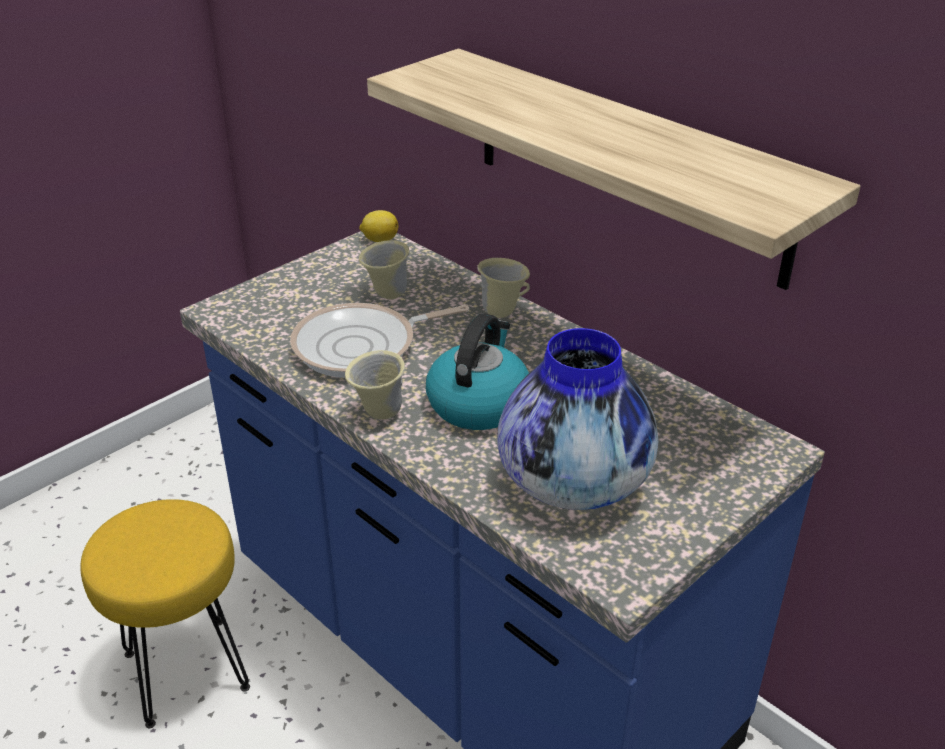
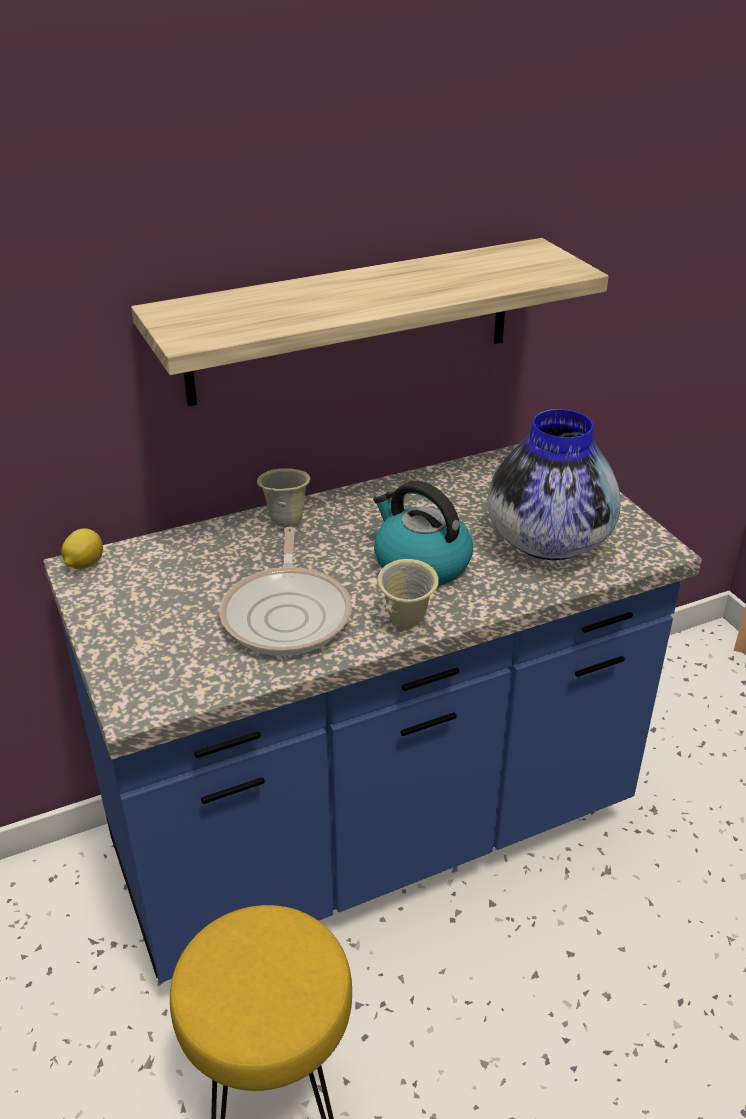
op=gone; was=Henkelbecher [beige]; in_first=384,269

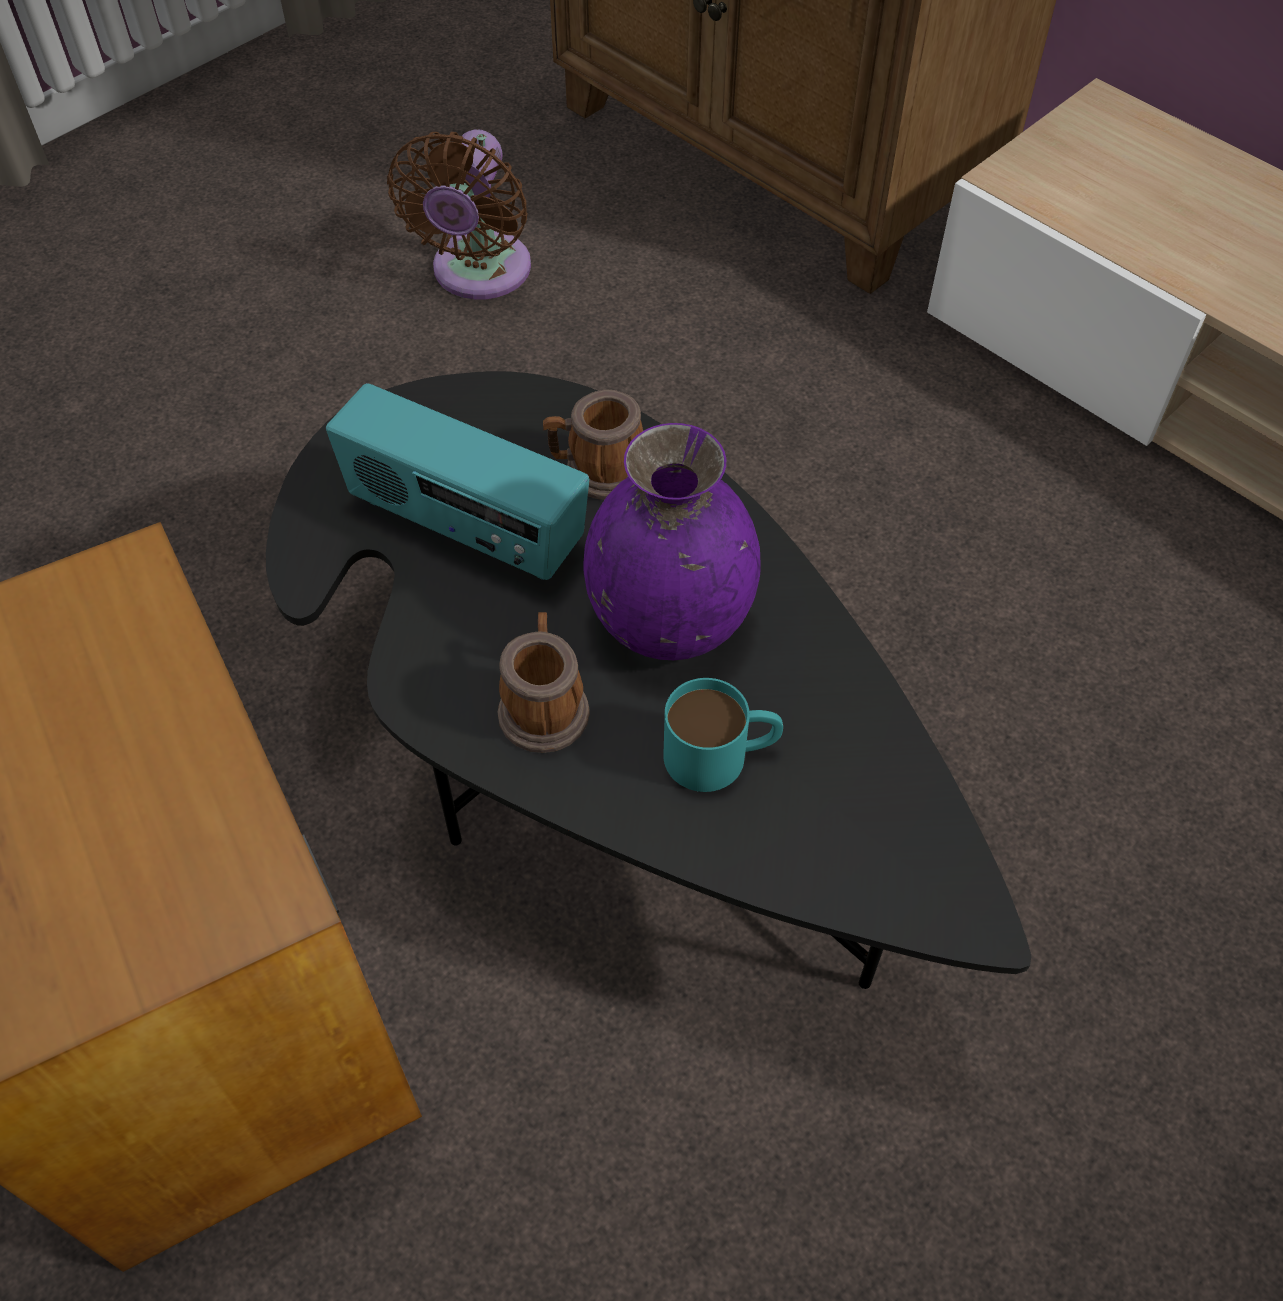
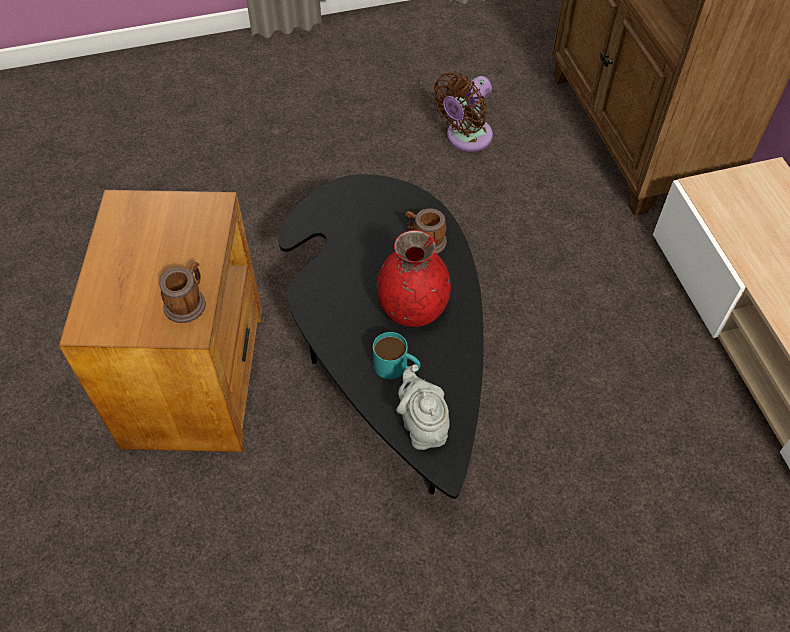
op=gone; was=Radio; in_first=457,481
op=repainted; was=Vase [lila]; now=Vase [rot]; in_first=672,541; in_second=414,278
op=shifted; was=Henkelbecher; in_first=544,682; in_second=182,292
op=new; now=Teekanne [grau]; in_second=423,407

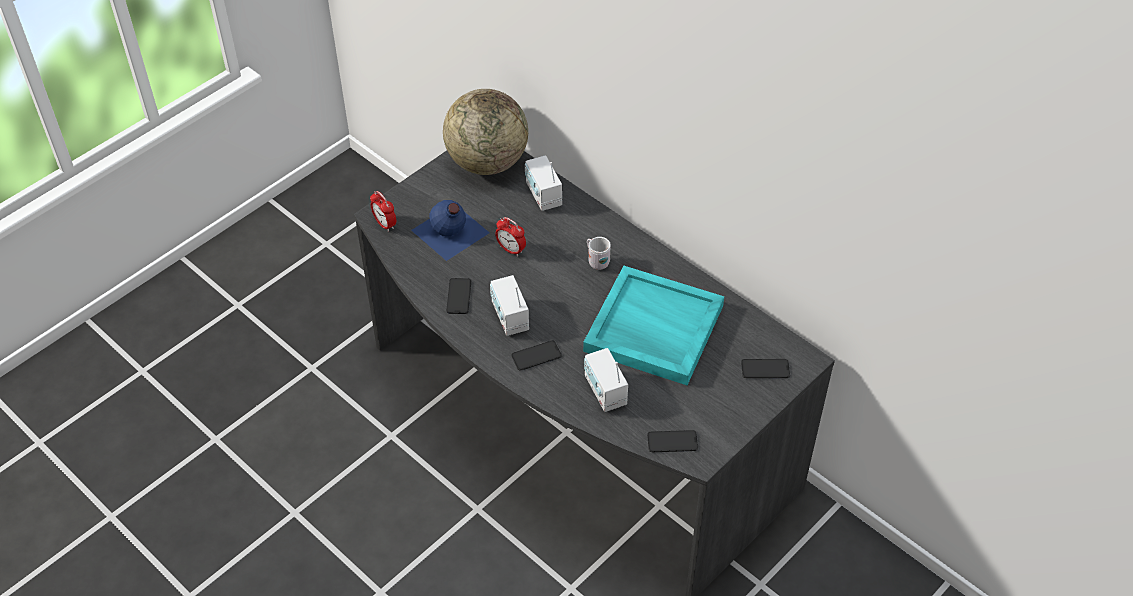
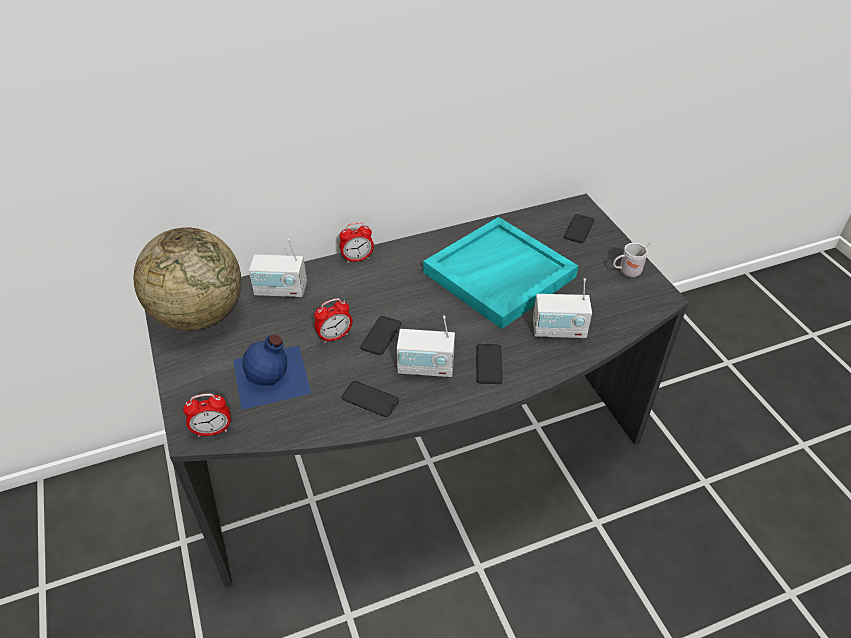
op=shifted; was=Henkelbecher [weiß]; in_first=599,253; in_second=632,259
op=shifted; was=Handy; in_first=672,441; in_second=380,335
op=new; now=Wecker; in_second=356,242

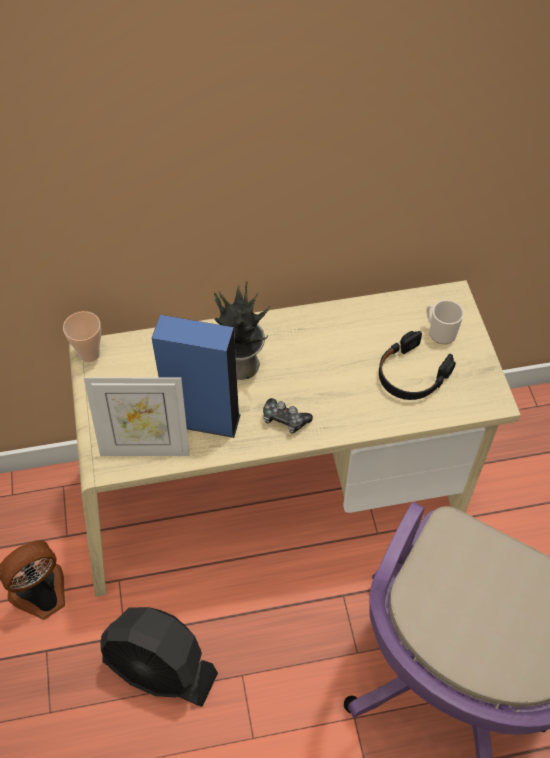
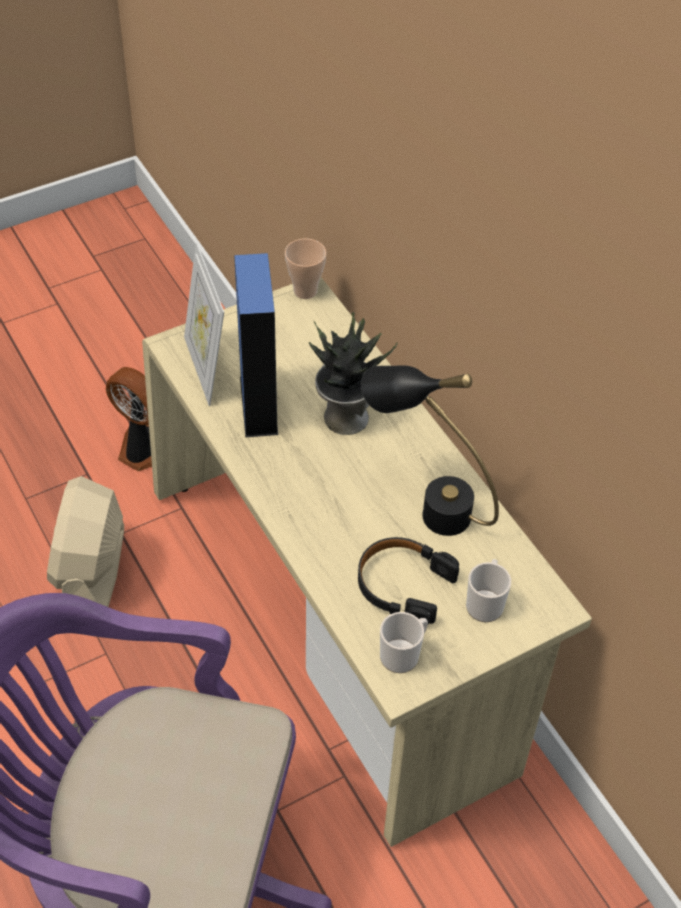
op=gone; was=Gamepad; in_first=288,416
op=repainted; was=Ventilator [schwarz]; now=Ventilator [beige]; in_first=159,657; in_second=85,541
op=new; now=Tischlampe [schwarz]; in_second=430,451
op=new; now=Henkelbecher; in_second=404,642

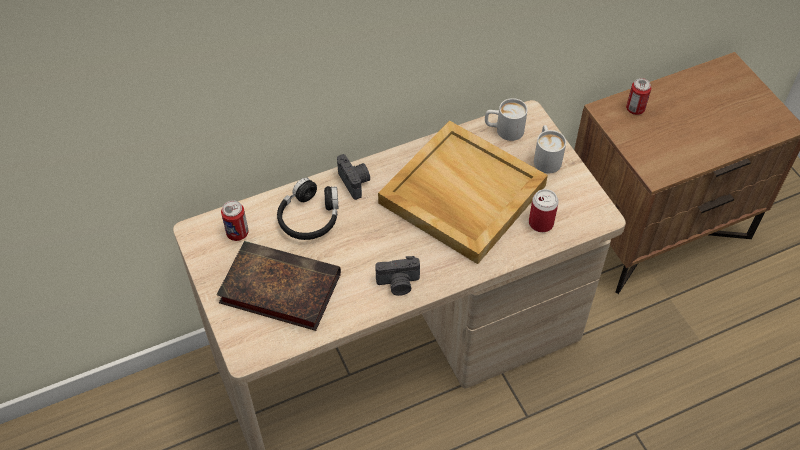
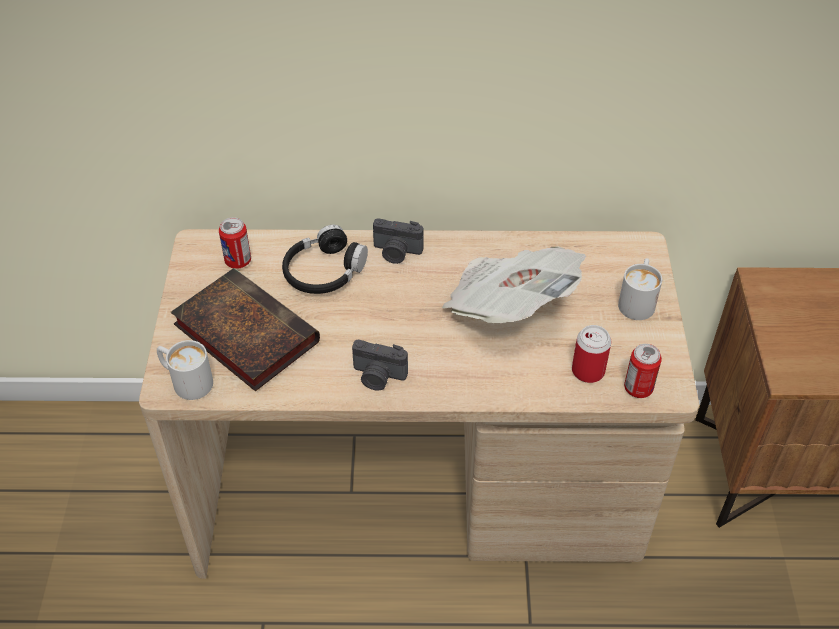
op=shifted; was=Dose; in_first=638,96; in_second=643,371
op=shifted; was=Henkelbecher [weiß]; in_first=506,119; in_second=185,370
op=swapped; was=Tablett [beige]; now=Zeitung; in_first=463,192; in_second=514,284
op=rotated; was=Kamera; in_first=353,177; in_second=398,241; clockwise=105

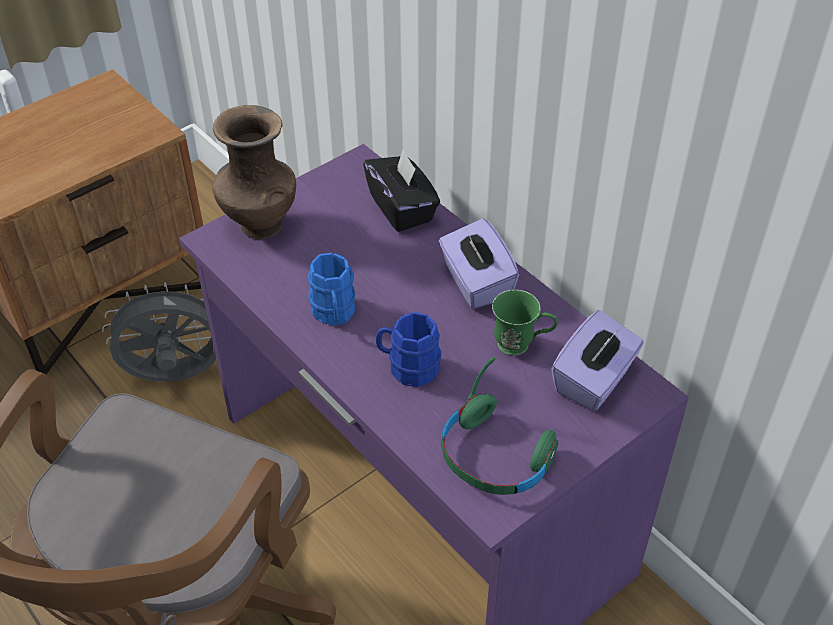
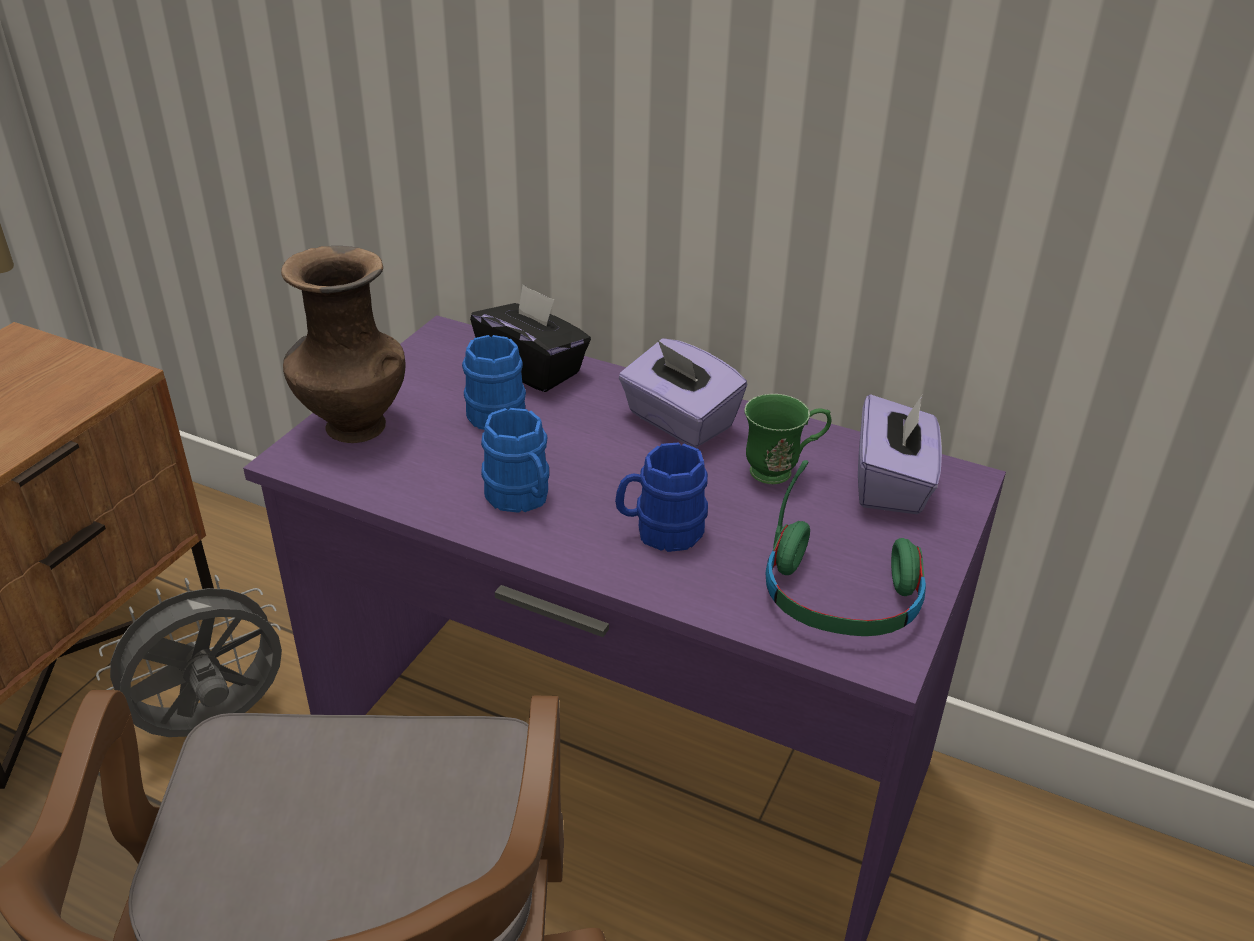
op=new; now=Henkelbecher [blau]; in_second=494,382

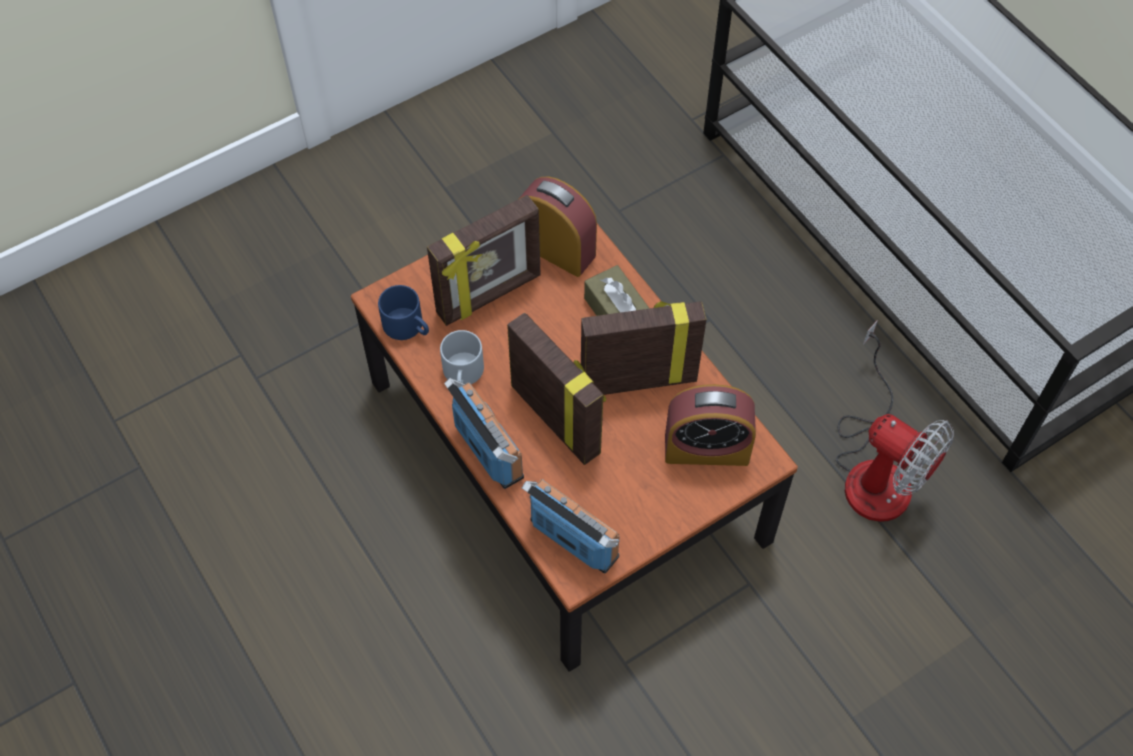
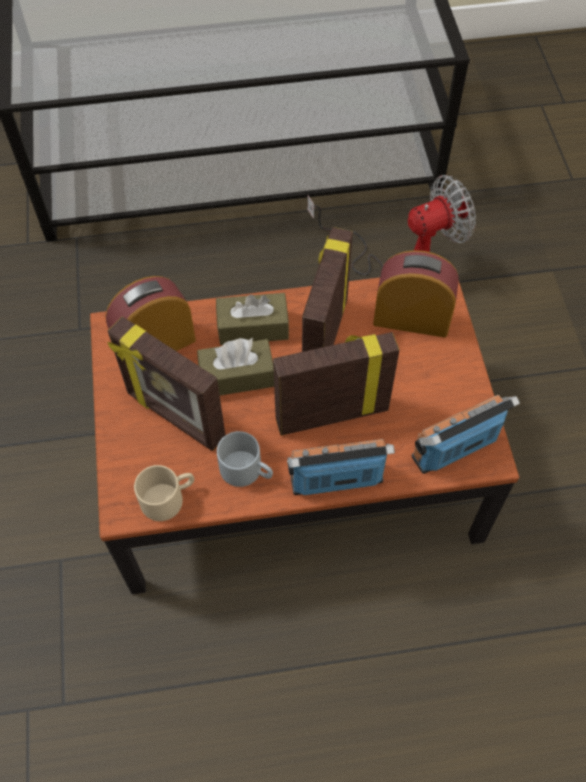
op=rotated; was=Bilderrahmen; in_first=484,260; in_second=166,383; clockwise=135
op=repainted; was=Henkelbecher [blau]; now=Henkelbecher [beige]; in_first=403,312; in_second=164,493
op=rotated; was=Wecker; in_first=710,425; in_second=416,294; clockwise=-105
op=new; now=Taschentuchbox [braun]; in_second=235,366

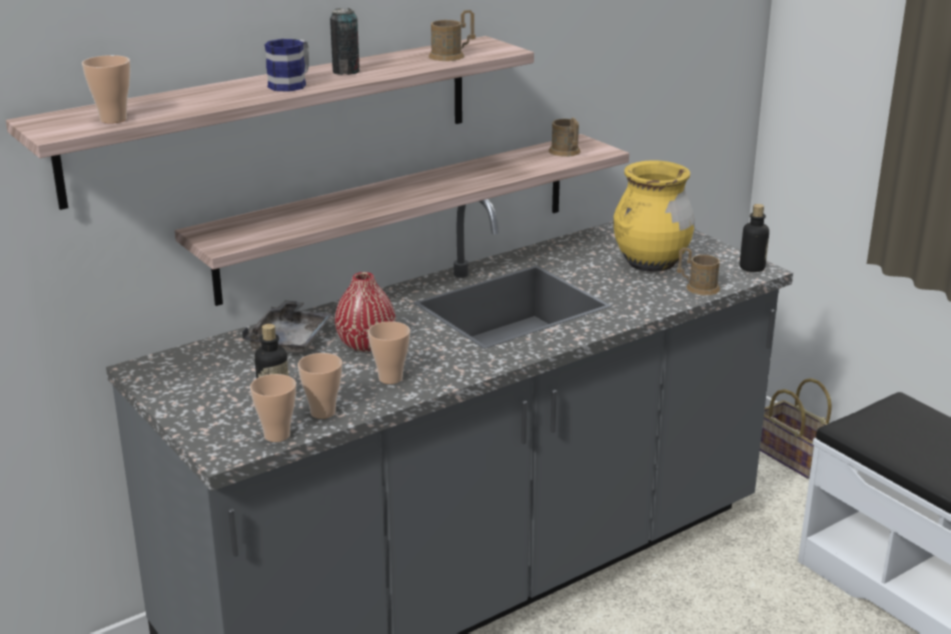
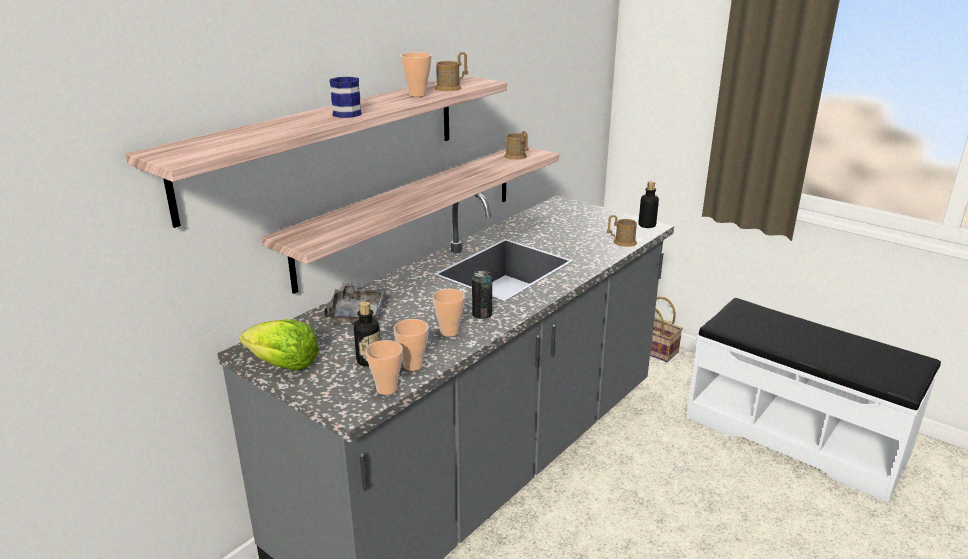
op=shifted; was=Dose; in_first=345,41; in_second=482,294
op=shifted; was=Tasse; in_first=106,89; in_second=416,74
op=gone; was=Vase [gelb]; in_first=654,216
op=gone; was=Vase [rot]; in_first=365,312
op=new; now=Salatkopf; in_second=279,345

